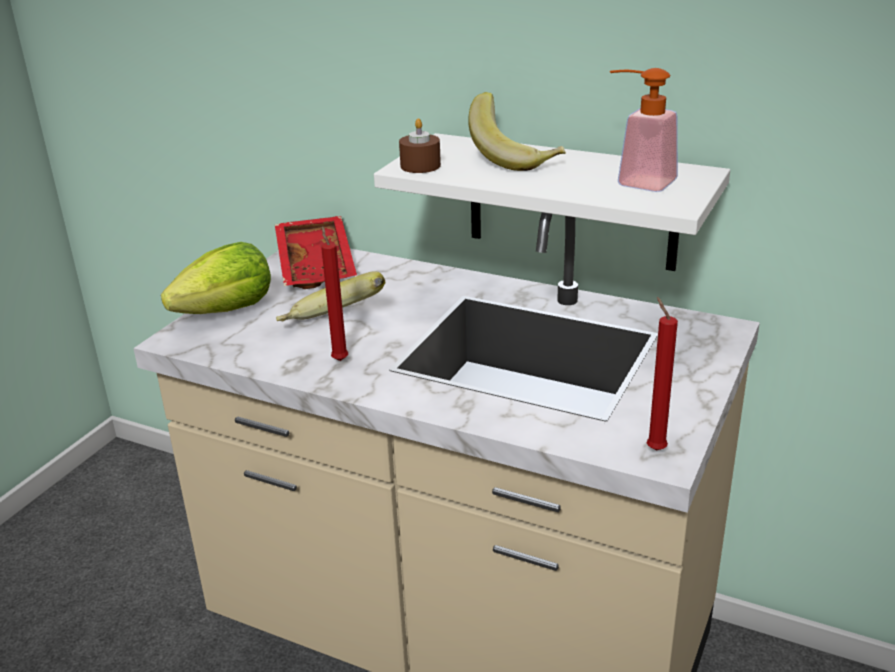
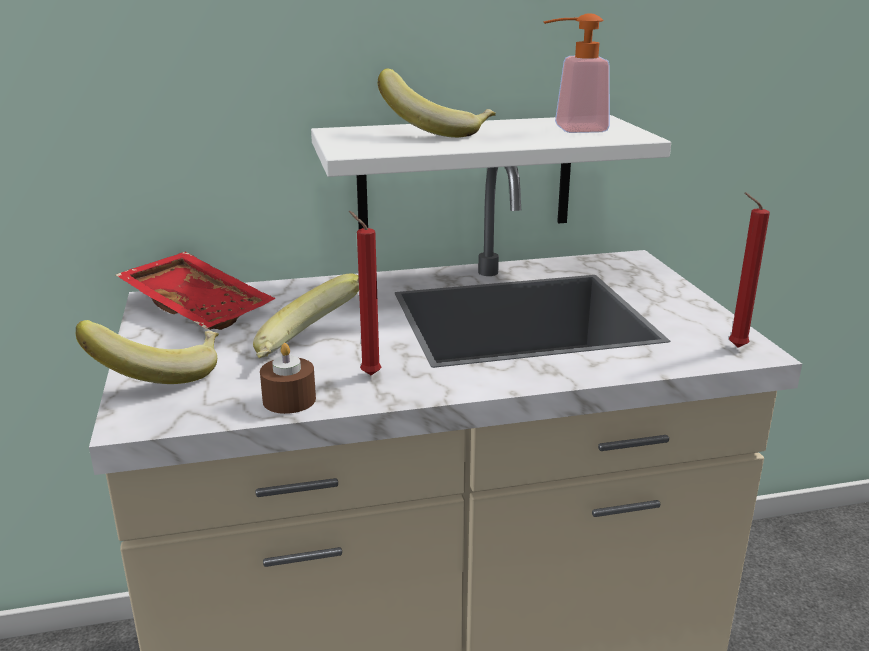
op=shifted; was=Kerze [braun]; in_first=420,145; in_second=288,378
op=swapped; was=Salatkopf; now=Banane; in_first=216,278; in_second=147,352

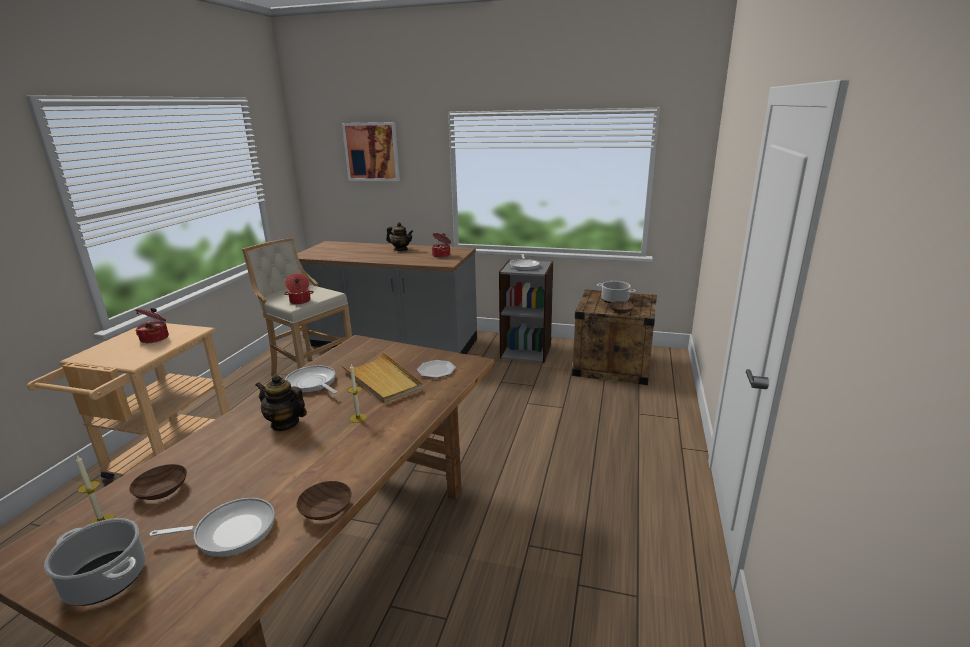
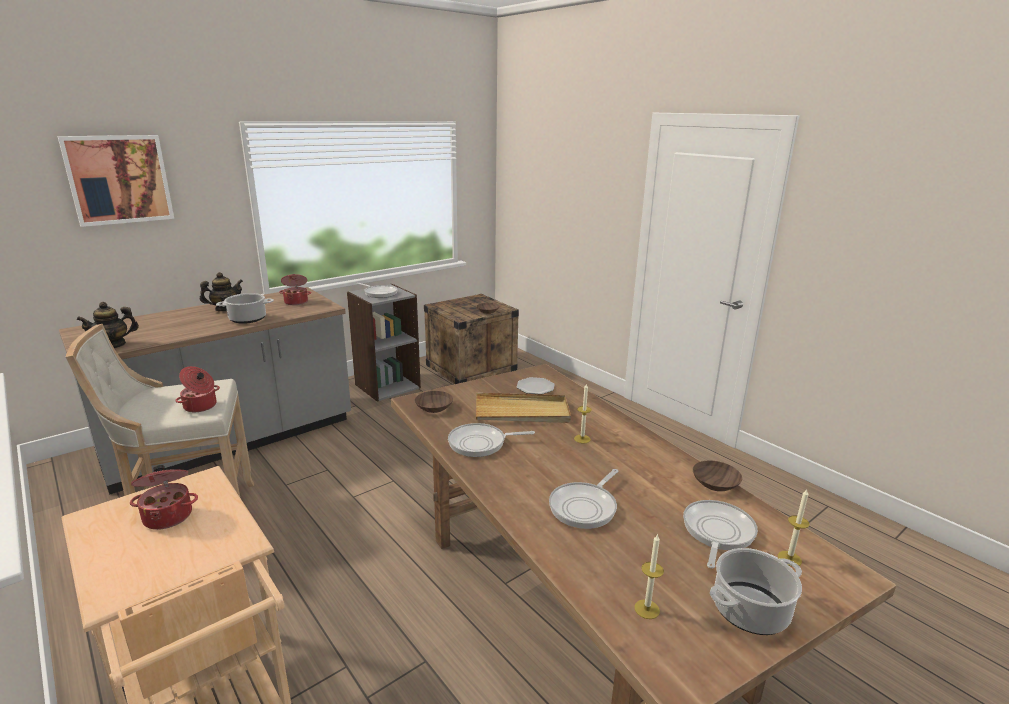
op=shifted; was=Kochtopf; in_first=616,292; in_second=245,308
op=shifted; was=Teekanne; in_first=281,403; in_second=107,325
op=shifted; was=Schüssel [braun]; in_first=158,482; in_second=434,402
op=new; now=Pfanne; in_second=583,499
op=new; now=Kerze; in_second=794,528

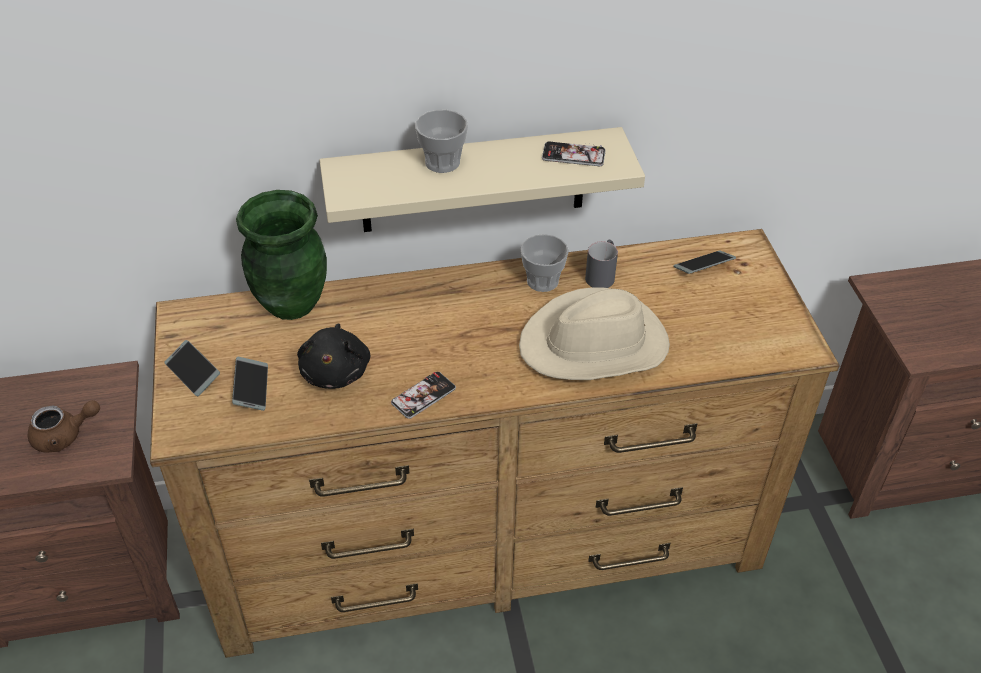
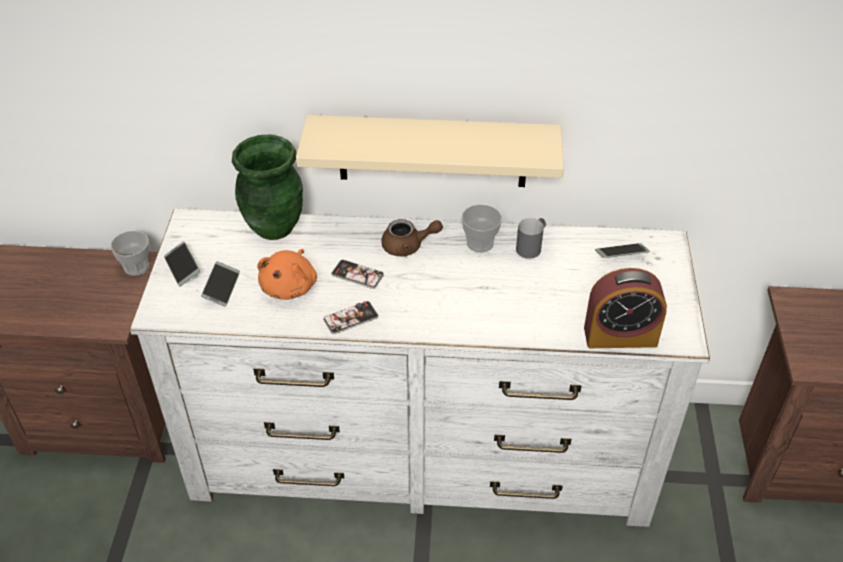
op=shifted; was=Tasse; in_first=441,141; in_second=130,253
op=shifted; was=Handy; in_first=574,153; in_second=357,274
op=repainted; was=Kommode [braun]; now=Kommode [weiß]; in_first=495,443; in_second=420,367
op=gone; was=Hut [beige]; in_first=594,333
op=repainted; was=Plüschtier [schwarz]; now=Plüschtier [orange]; in_first=333,356; in_second=287,274
op=shifted; was=Teekanne [braun]; in_first=64,426; in_second=412,237
op=new; now=Wecker; in_second=625,308

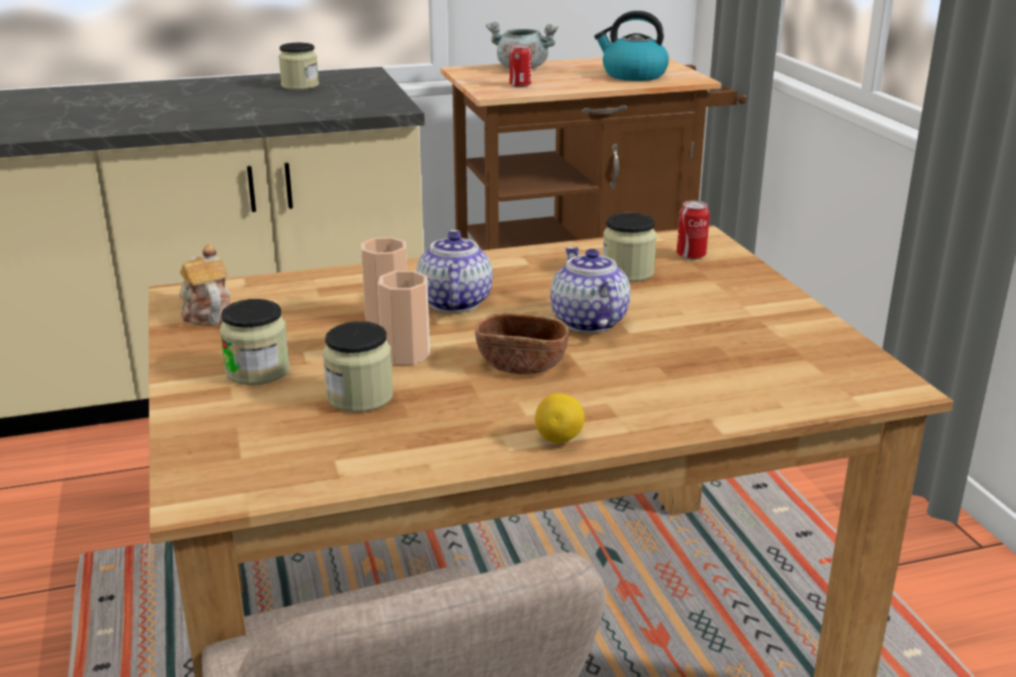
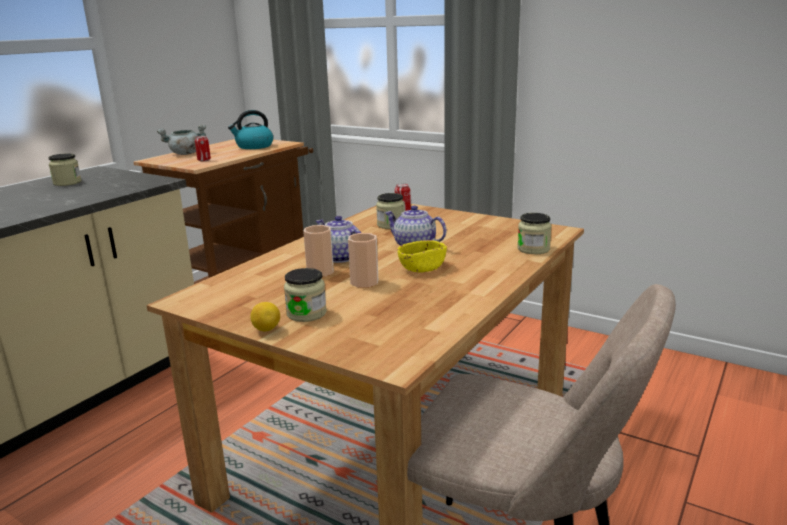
op=gone; was=Teekanne; in_first=205,284
op=repainted; was=Schüssel [braun]; now=Schüssel [gelb]; in_first=522,344; in_second=422,256
op=shifted; was=Vorratsglas; in_first=358,366; in_second=534,233
op=shifted; was=Zitrone; in_first=560,418; in_second=265,316

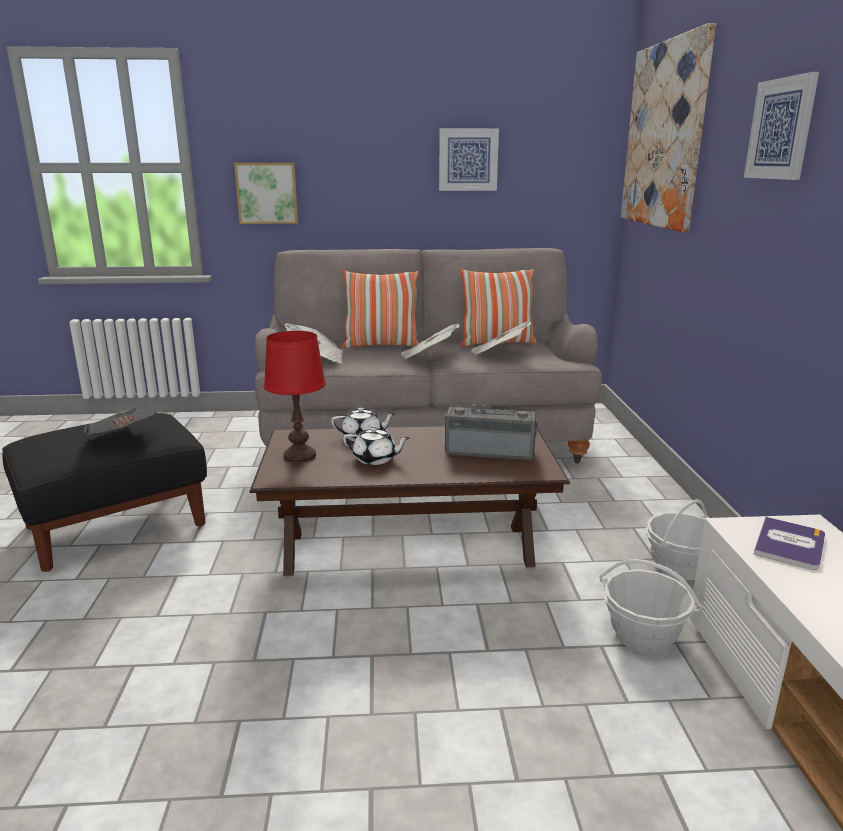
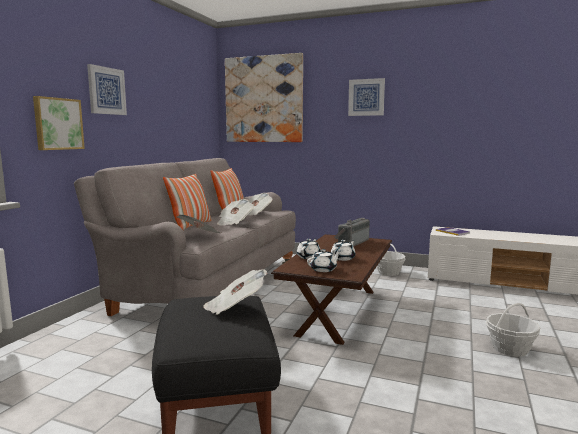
op=shifted; was=Bild; in_first=469,159; in_second=107,89
op=swapped; was=Tischlampe [rot]; now=Teekanne [weiß]; in_first=295,397; in_second=324,260
op=shifted; was=Korb; in_first=651,606; in_second=513,330

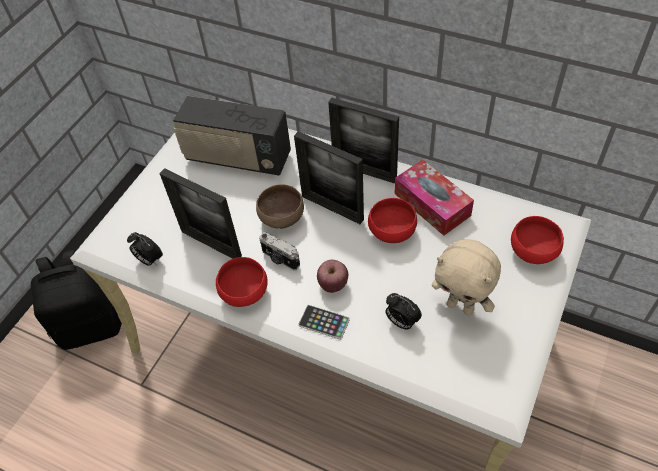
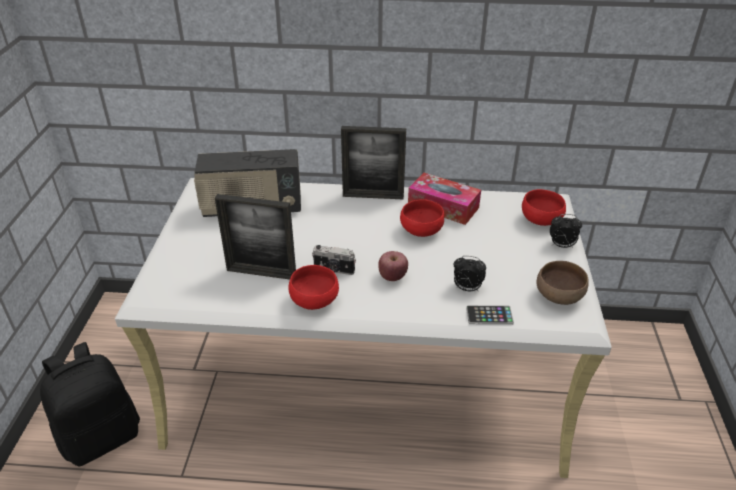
op=gone; was=Bilderrahmen; in_first=329,177
op=shifted; was=Schüssel [braun]; in_first=280,206; in_second=562,283
op=shifted; was=Wecker; in_first=145,249; in_second=566,231
op=gone; was=Plüschtier [beige]; in_first=466,277
op=shifted; was=Handy; in_first=324,322; in_second=490,315

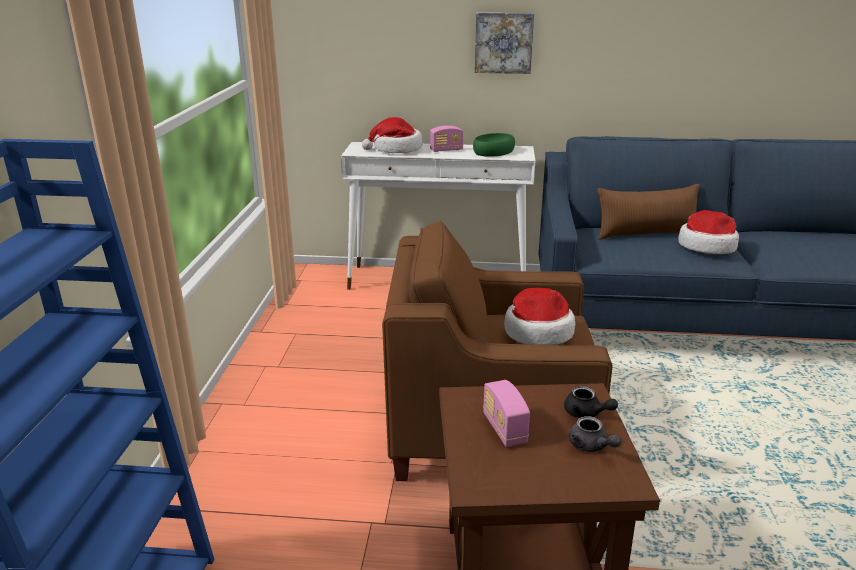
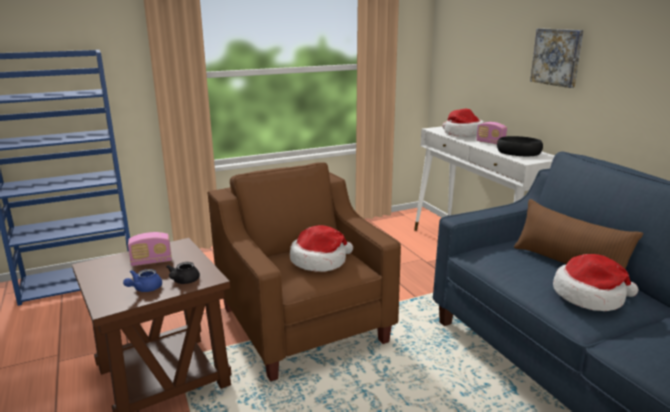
op=repainted; was=Schüssel [grün]; now=Schüssel [schwarz]; in_first=494,145; in_second=520,146
op=rotated; was=Radio; in_first=506,413; in_second=150,249; clockwise=-150
op=repainted; was=Teekanne [grau]; now=Teekanne [blau]; in_first=595,434; in_second=142,280

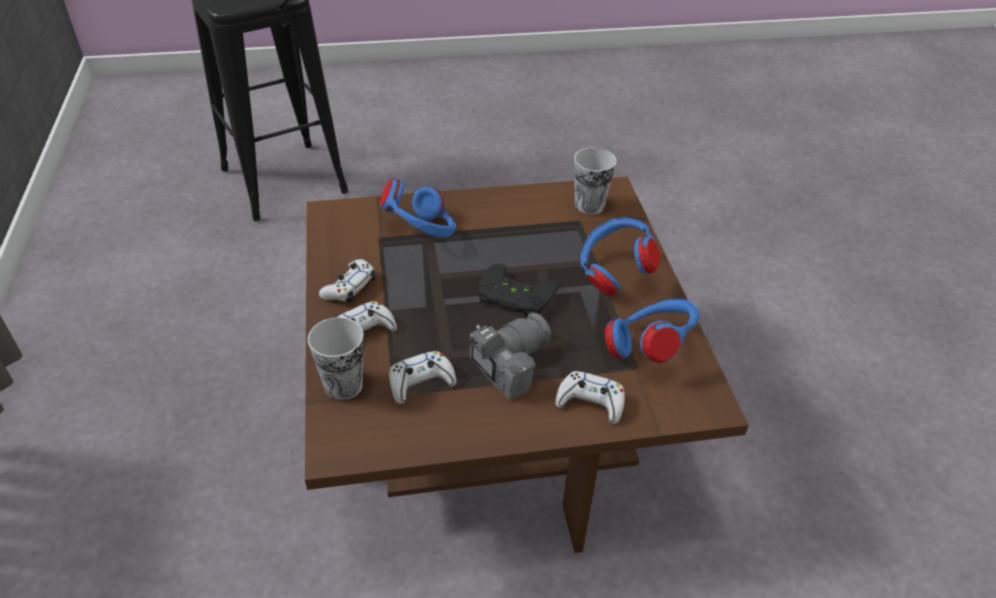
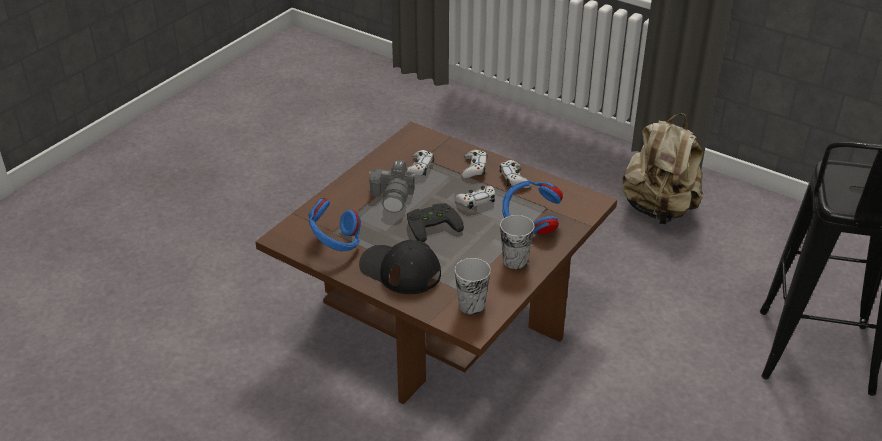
op=swapped; was=Kopfhörer [blau]; now=Kappe [schwarz]; in_first=620,257; in_second=400,267
op=shifted; was=Tasse; in_first=335,358; in_second=517,242
op=shifted; was=Gamepad [weiß]; in_first=590,397; in_second=475,197
op=new; now=Rucksack [beige]; in_second=663,168

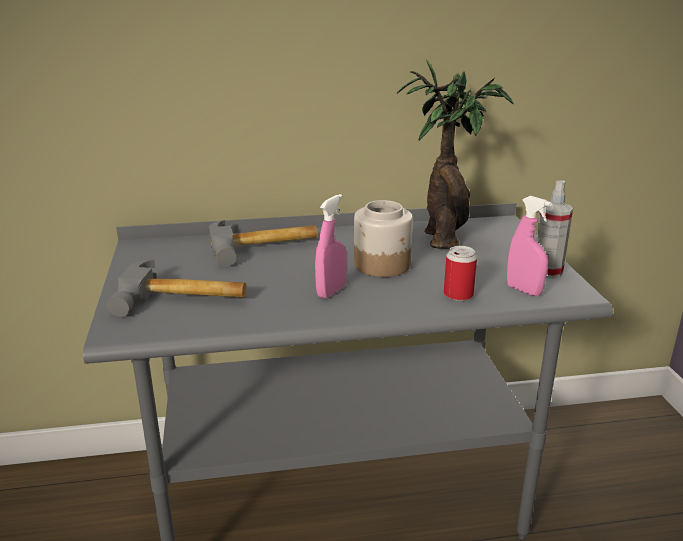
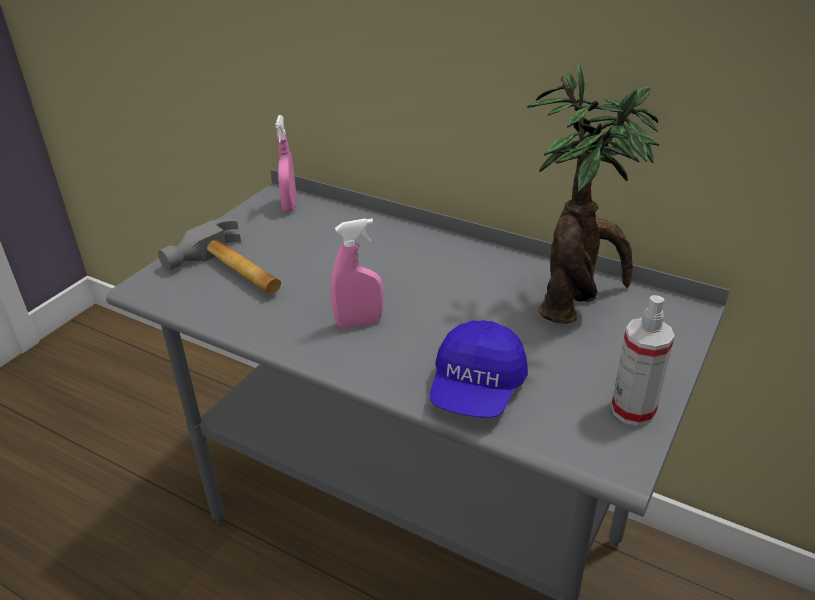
op=shifted; was=Sprühflasche [rosa]; in_first=529,246; in_second=286,163
op=gone; was=Vorratsglas; in_first=383,238
op=gone; was=Hammer; in_first=263,243
op=swapped; was=Dose; now=Kappe [blau]; in_first=460,273; in_second=479,369

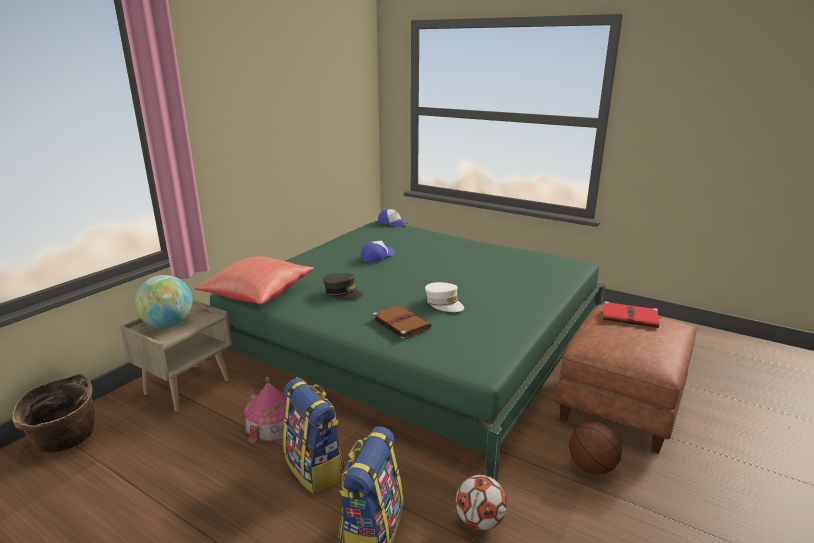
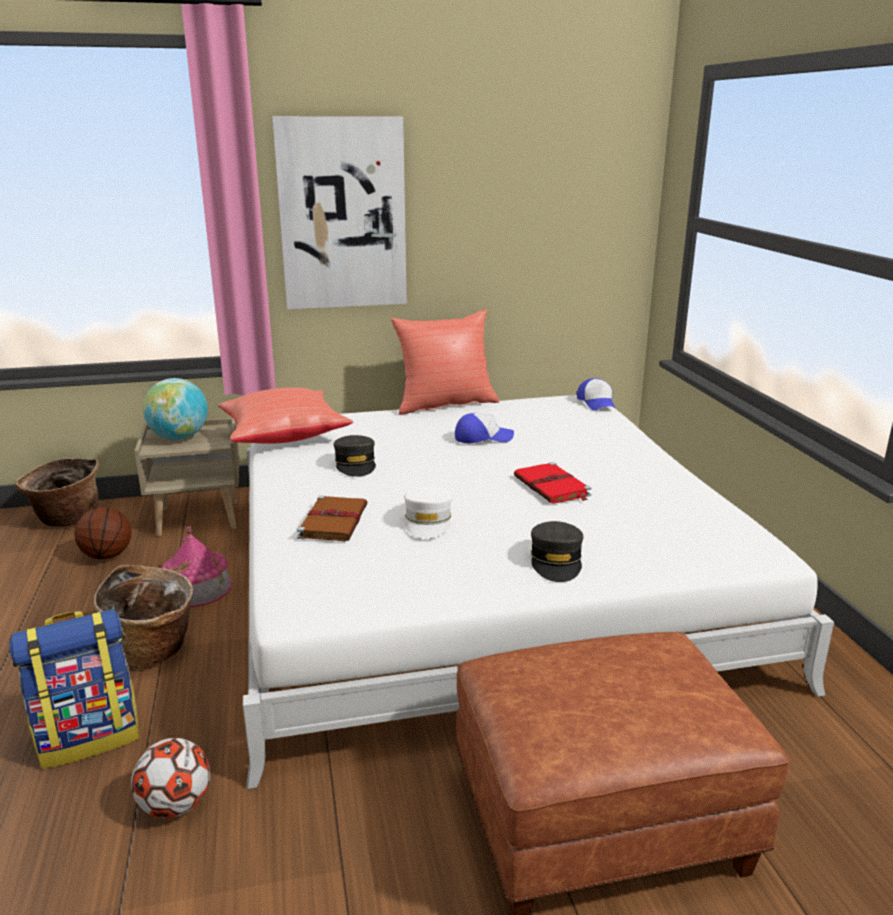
op=repainted; was=Bett [grün]; now=Bett [weiß]; in_first=405,351; in_second=538,592
op=shifted; was=Buch [rot]; in_first=632,314; in_second=552,482
op=swapped; was=Rucksack; now=Korb; in_first=314,436; in_second=143,616
op=shifted; was=Basketball; in_first=595,448; in_second=103,533
op=new; now=Bild; in_second=339,212
op=new; now=Kissen [rot]; in_second=445,362
op=new; now=Kappe [grau]; in_second=557,551

